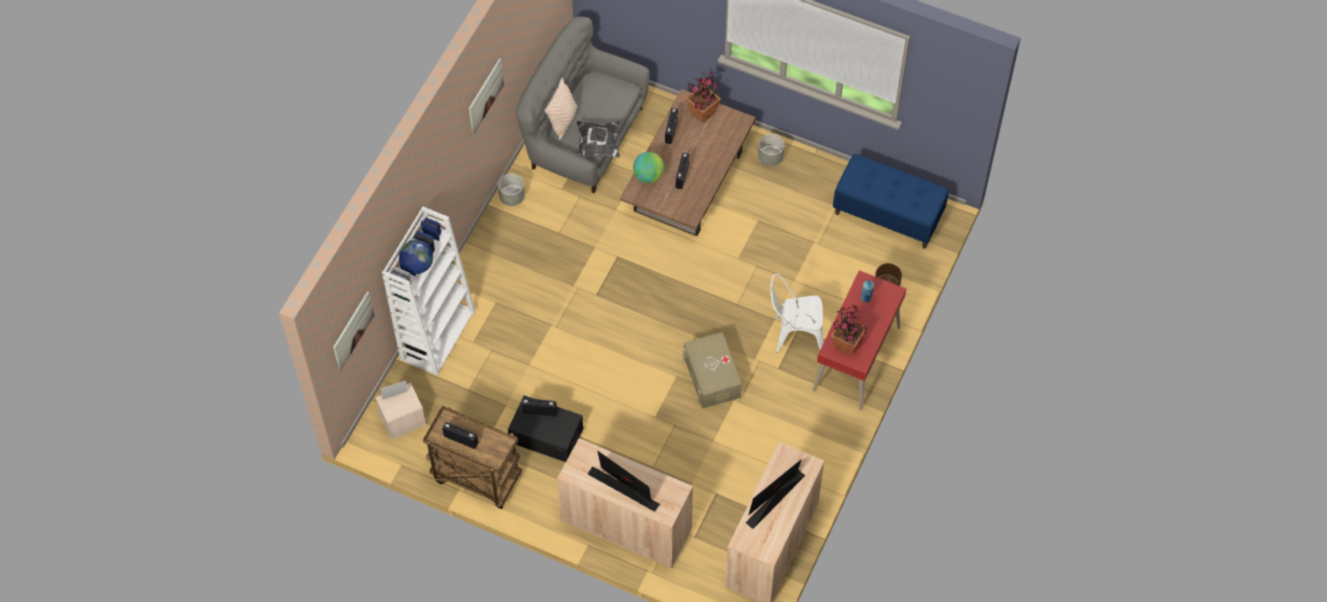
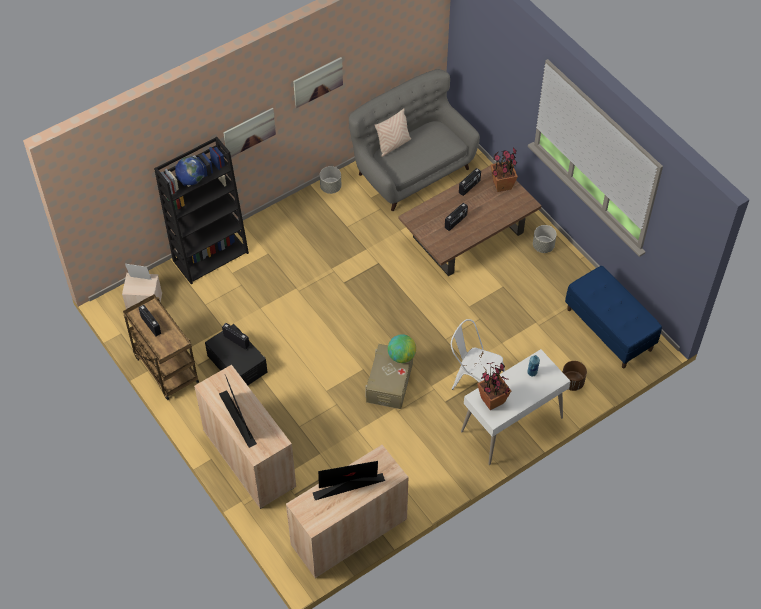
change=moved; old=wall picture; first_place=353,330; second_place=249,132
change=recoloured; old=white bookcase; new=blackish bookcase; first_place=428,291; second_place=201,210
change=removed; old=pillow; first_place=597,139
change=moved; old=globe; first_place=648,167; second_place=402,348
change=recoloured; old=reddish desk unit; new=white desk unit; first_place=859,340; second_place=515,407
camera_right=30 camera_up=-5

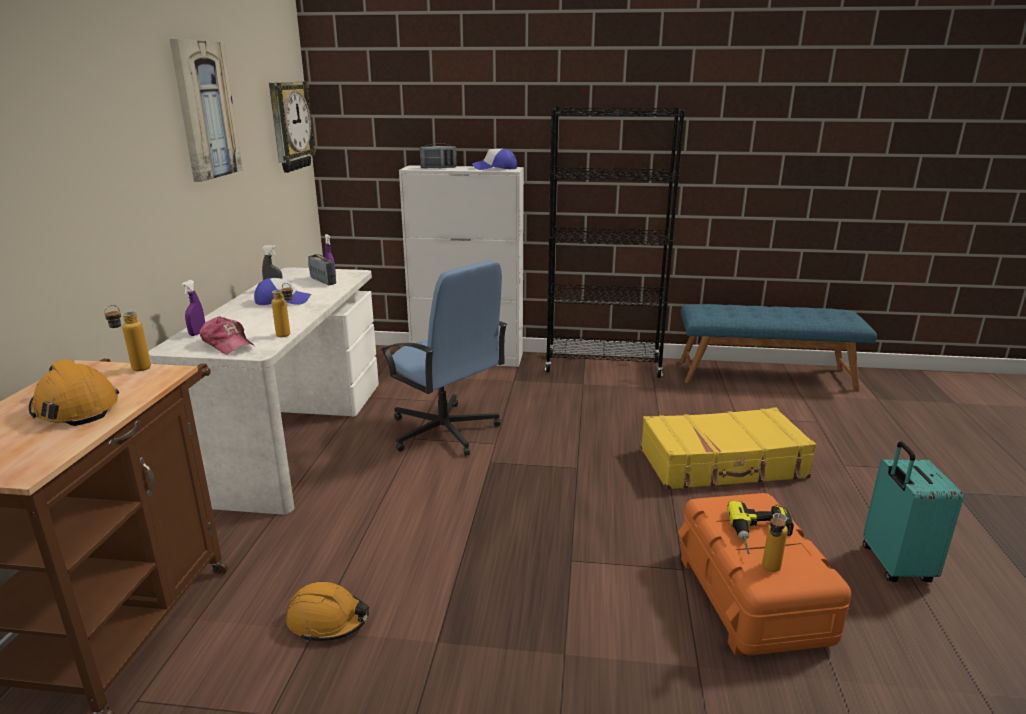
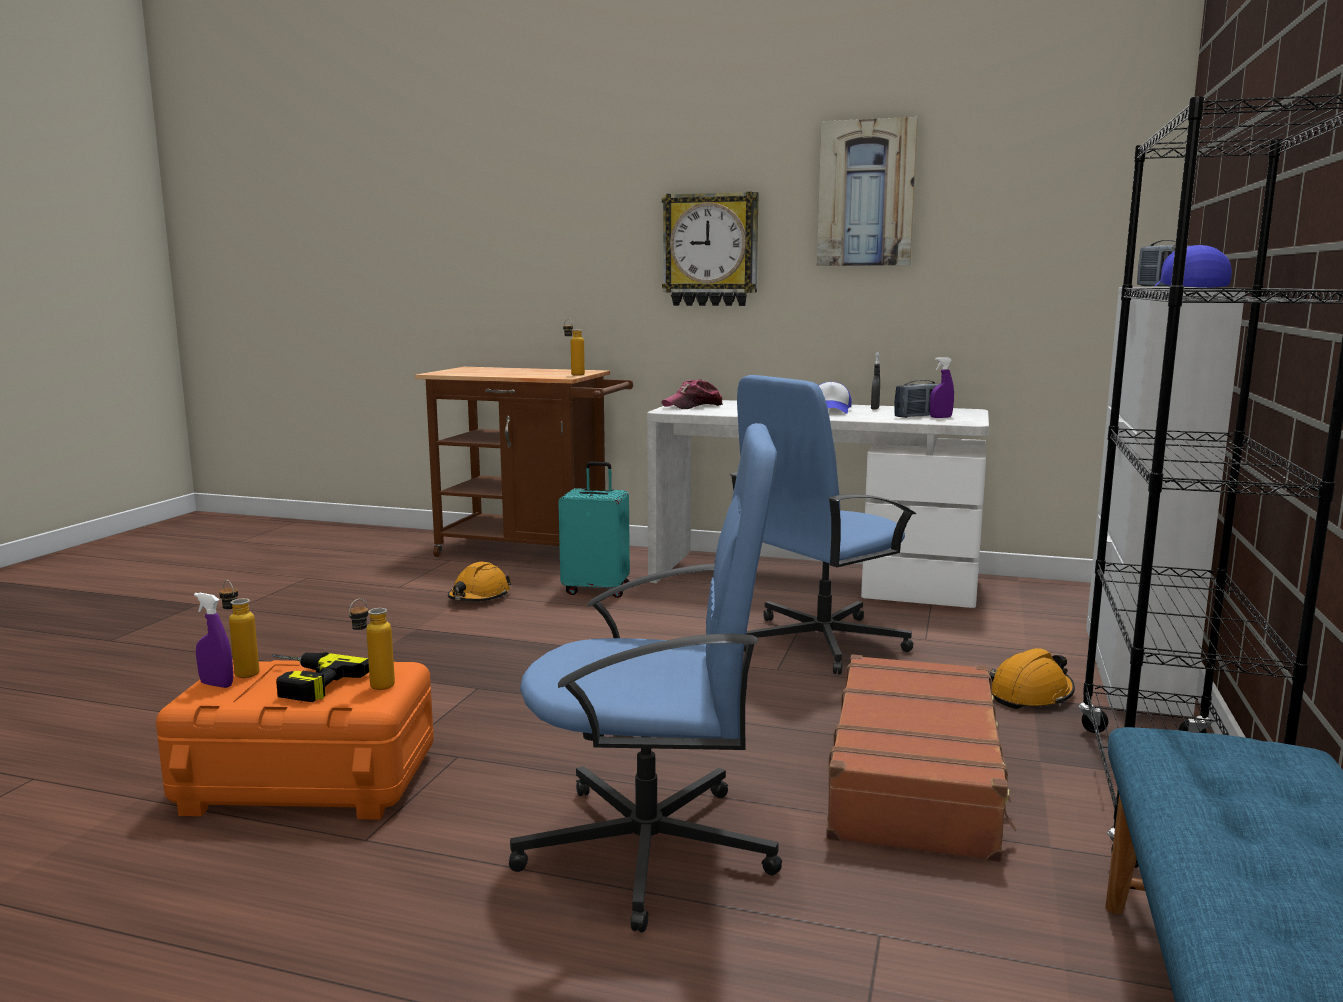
change=moved; old=orangey work helmet; first_place=74,392; second_place=1032,678
change=moved; old=purple-coloured spray bottle; first_place=193,308; second_place=213,640
change=moved; old=clock on the wall; first_place=292,127; second_place=710,249
change=moved; old=bottle; first_place=282,310; second_place=372,644
change=replaced; old=yellow-coloured travel case; new=blue computer chair; first_place=728,448; second_place=645,678
change=moved; old=turquoise travel case; first_place=913,511; second_place=594,530
change=added; new=brown-coloured travel case; second_place=921,758
camera_right=100 camera_up=-10

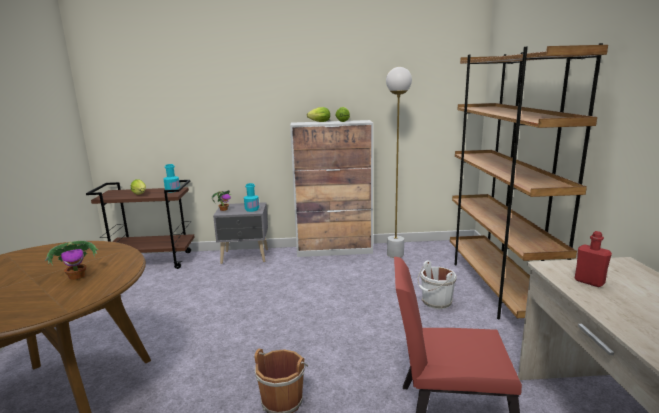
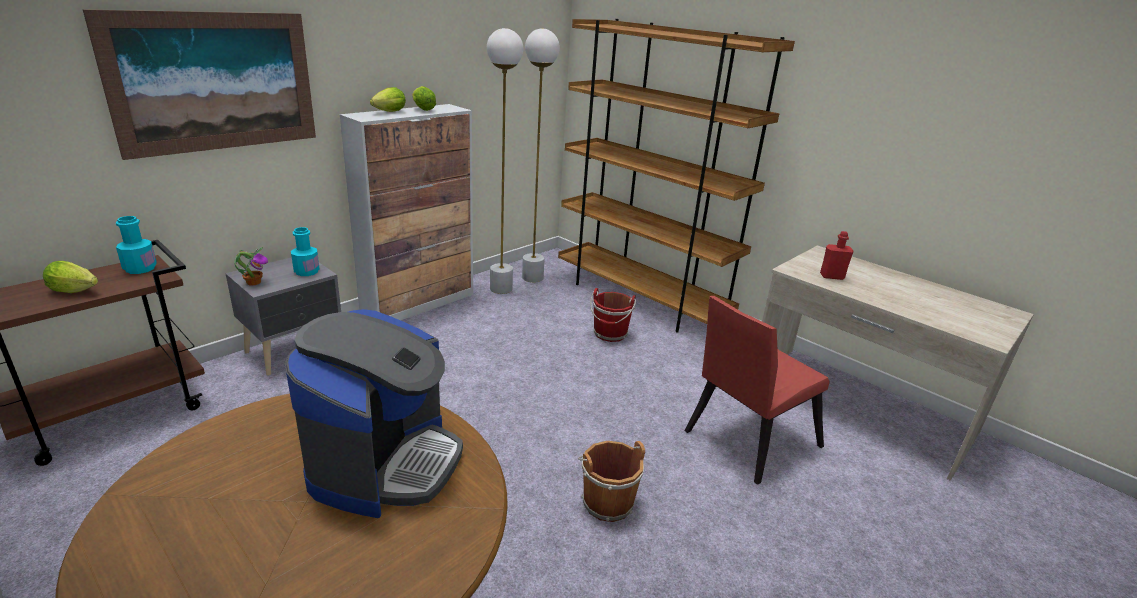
change=replaced; old=plant in a pot; new=coffee brewer; first_place=72,260; second_place=374,413
change=recoloured; old=white pail; new=reddish pail; first_place=437,284; second_place=613,315
change=added; new=wall picture; second_place=199,84
change=added; new=white floor lamp; second_place=541,156
camera_right=-45 camera_up=10

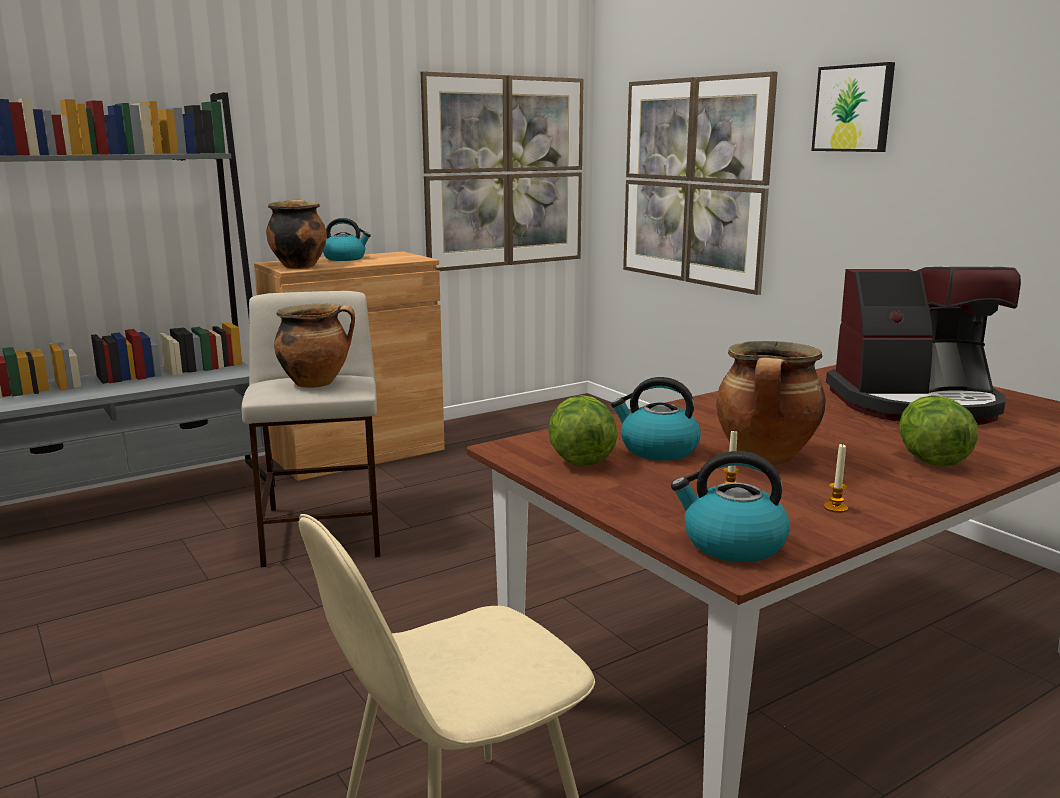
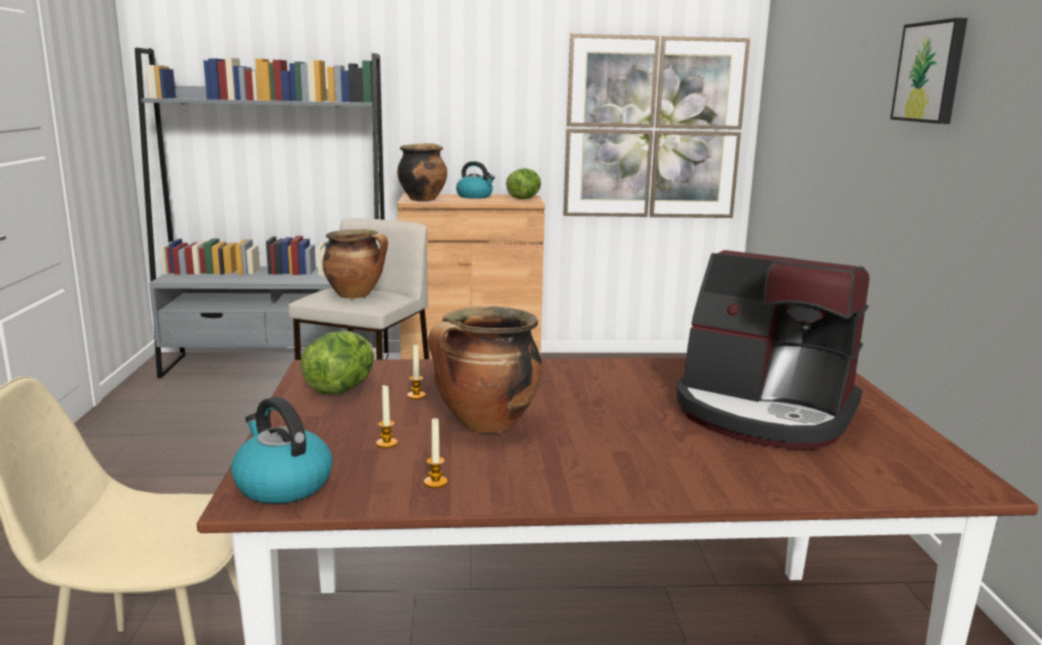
change=replaced; old=water kettle; new=wax candle; first_place=656,419; second_place=416,371
change=removed; old=wall picture; first_place=700,183
change=moved; old=lettuce; first_place=938,431; second_place=523,183
camera_right=30 camera_up=0

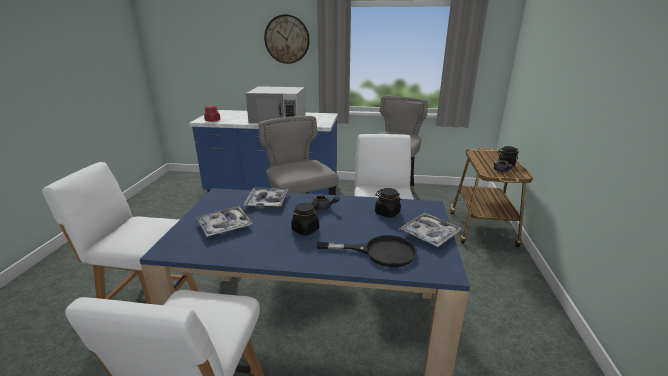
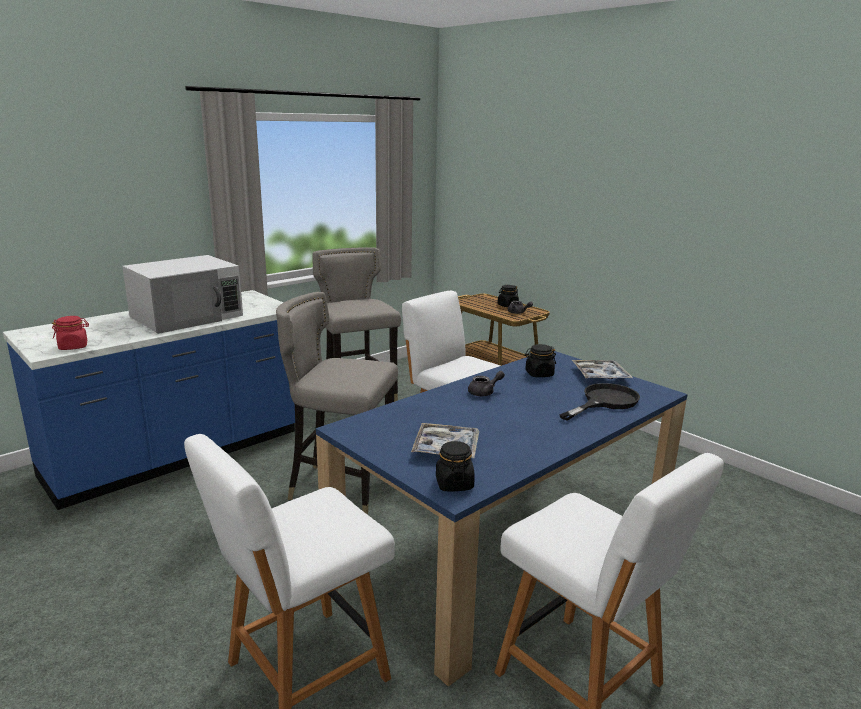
change=removed; old=serving tray; first_place=266,197
change=removed; old=clock on the wall; first_place=287,39
change=moved; old=blackish storage jar; first_place=305,219; second_place=455,466
camera_right=-50 camera_up=-5

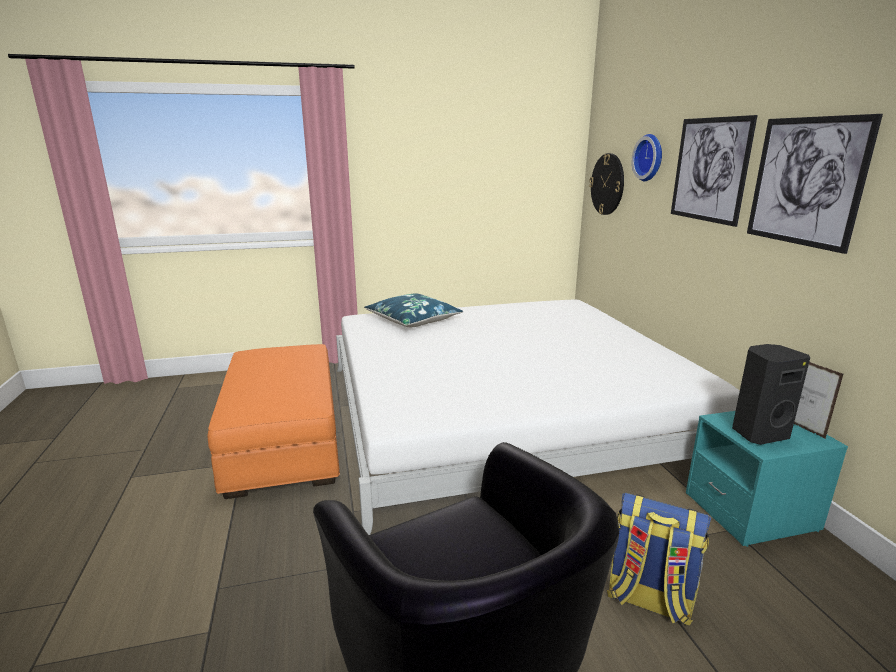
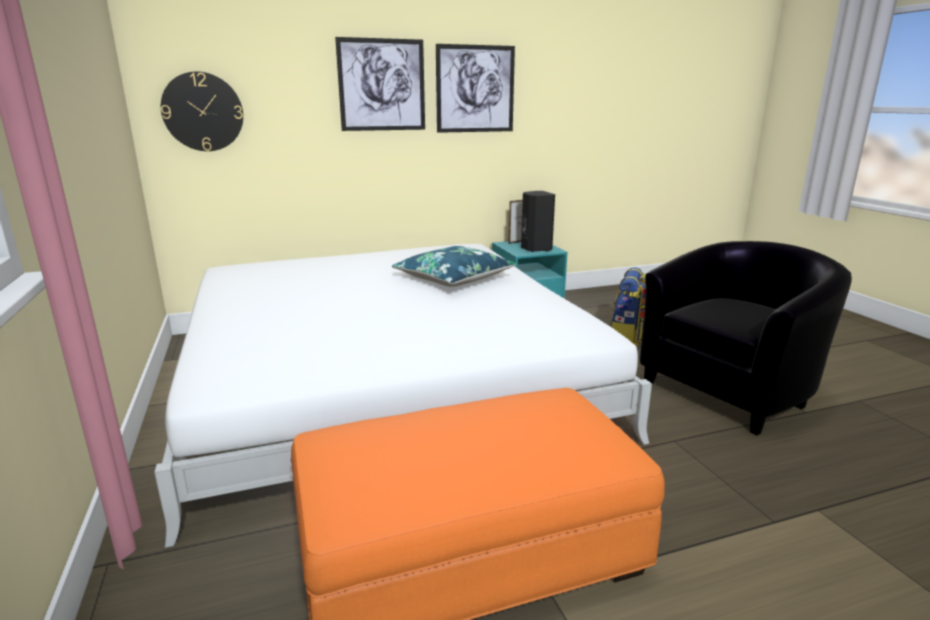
change=moved; old=blue pillow; first_place=413,310; second_place=454,266
change=removed; old=clock on the wall; first_place=647,157
camera_right=-95 camera_up=0

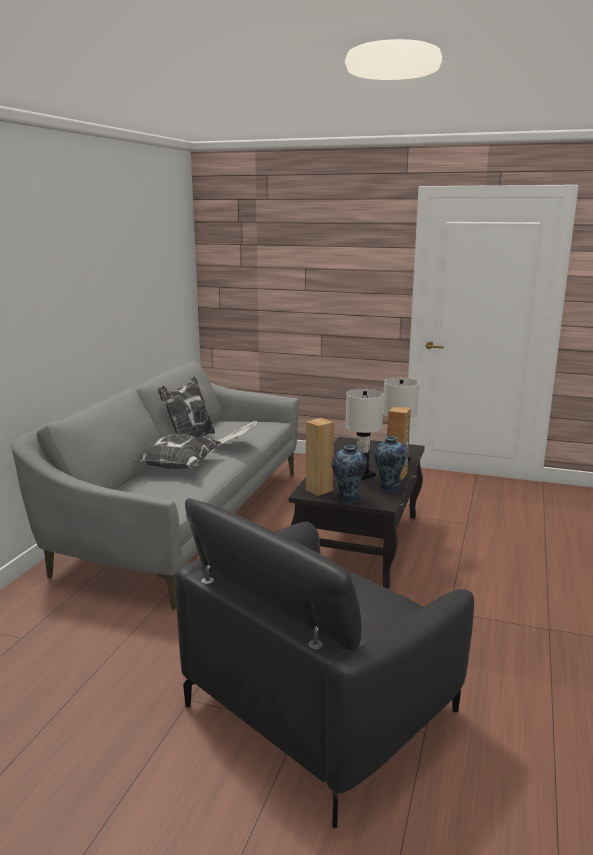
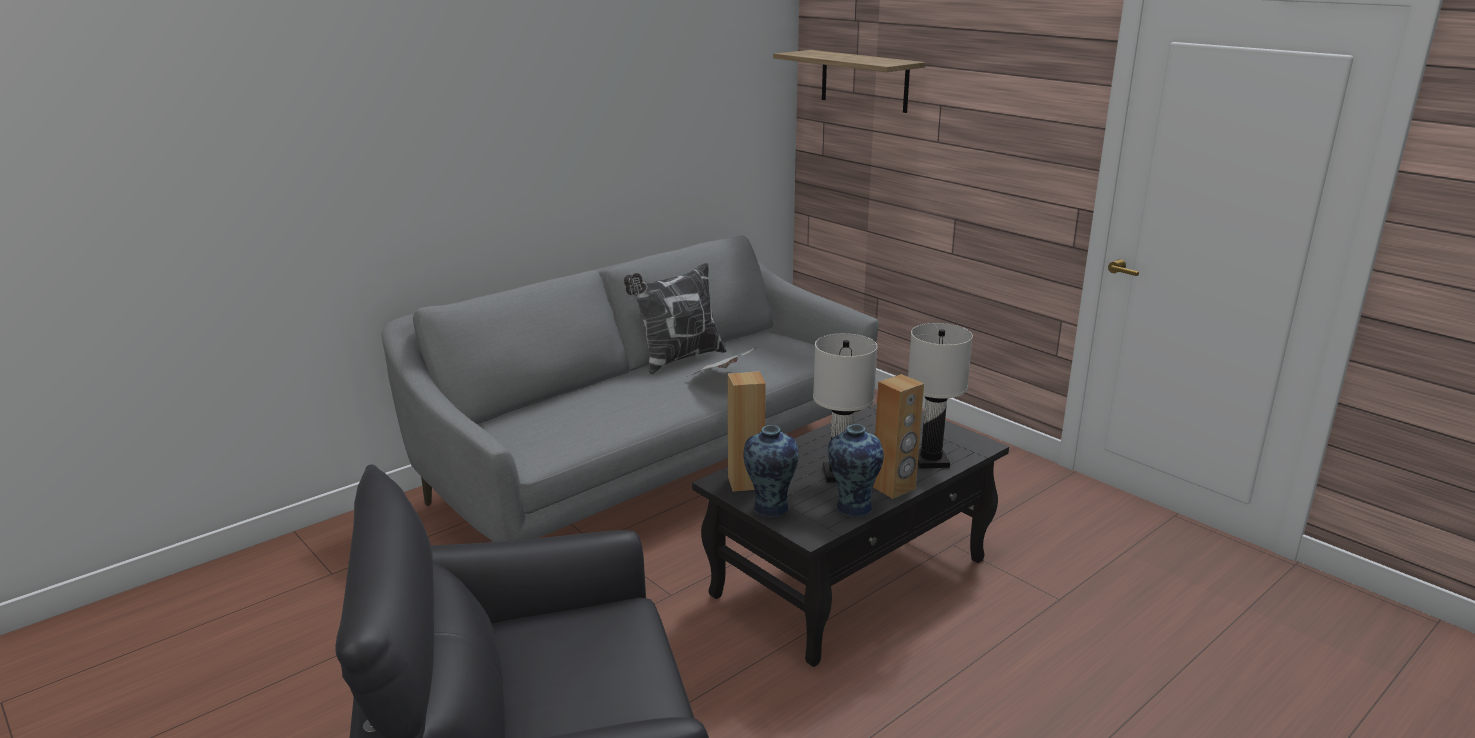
change=removed; old=pillow; first_place=177,451
change=added; new=wall shelf; second_place=849,81
camera_right=30 camera_up=5

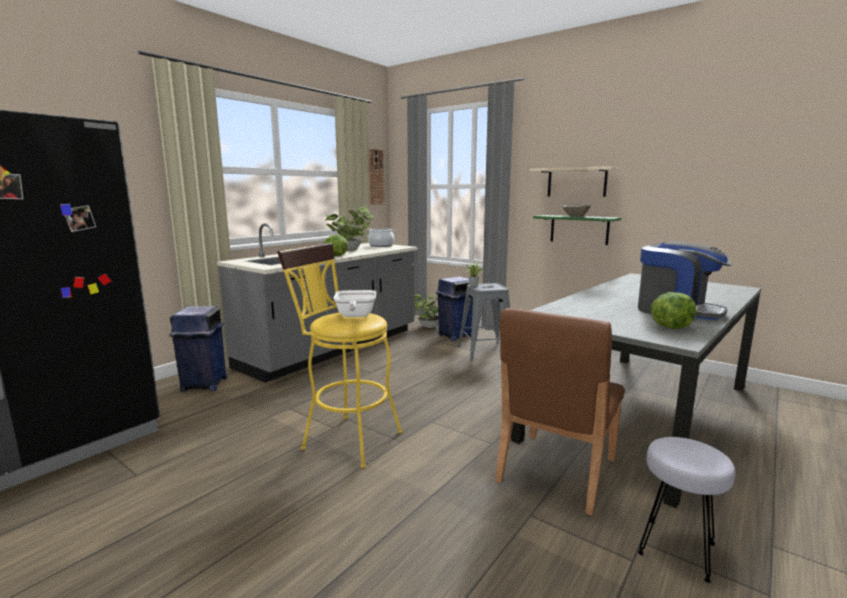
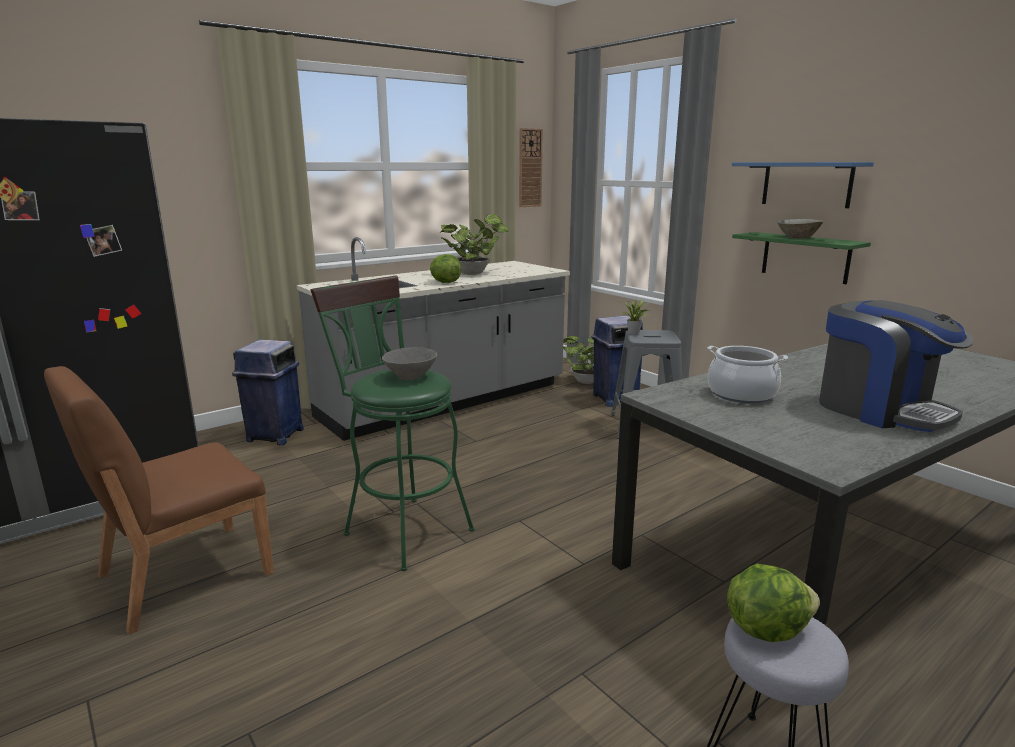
change=recoloured; old=yellow-coloured stool seat; new=green-coloured stool seat; first_place=339,355; second_place=392,423
change=replaced; old=pan; new=gray serving bowl; first_place=354,303; second_place=409,363
change=moved; old=cooking pot; first_place=381,237; second_place=747,374
change=moved; old=brown-coloured upright chair; first_place=560,412; second_place=159,500
change=recoloured; old=beige wall shelf; new=blue wall shelf; first_place=574,181; second_place=803,185
change=moved; old=lettuce; first_place=674,310; second_place=773,603
camera_right=15 camera_up=5

